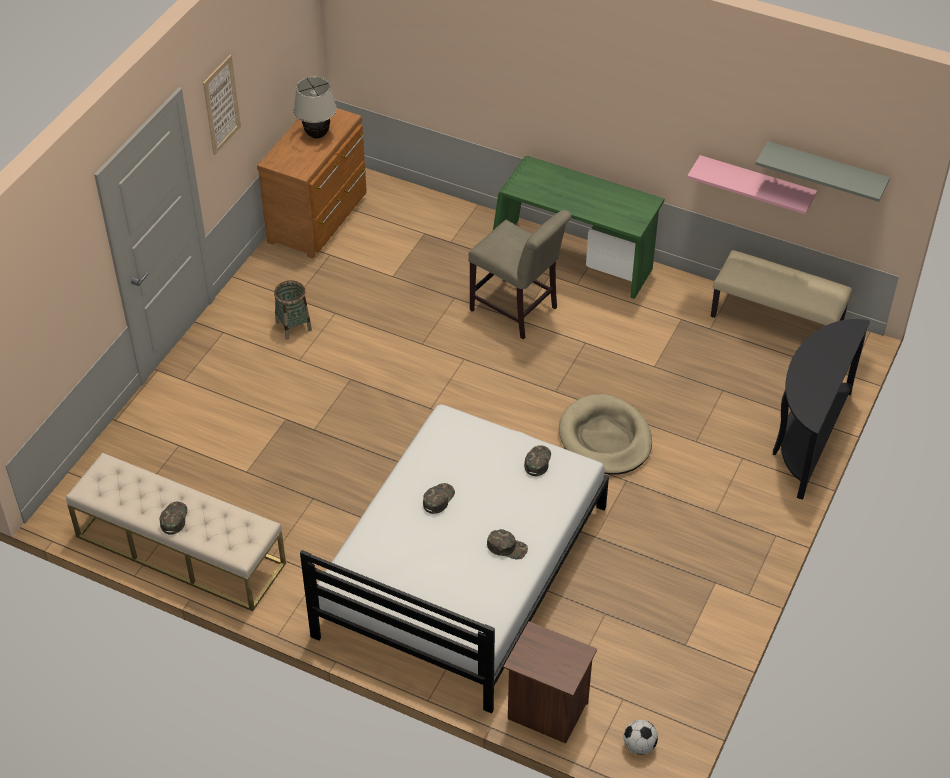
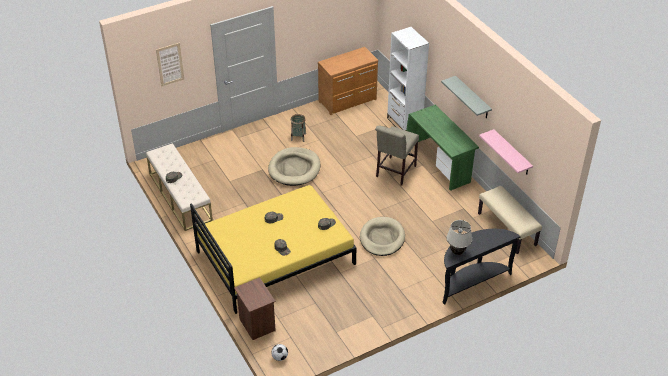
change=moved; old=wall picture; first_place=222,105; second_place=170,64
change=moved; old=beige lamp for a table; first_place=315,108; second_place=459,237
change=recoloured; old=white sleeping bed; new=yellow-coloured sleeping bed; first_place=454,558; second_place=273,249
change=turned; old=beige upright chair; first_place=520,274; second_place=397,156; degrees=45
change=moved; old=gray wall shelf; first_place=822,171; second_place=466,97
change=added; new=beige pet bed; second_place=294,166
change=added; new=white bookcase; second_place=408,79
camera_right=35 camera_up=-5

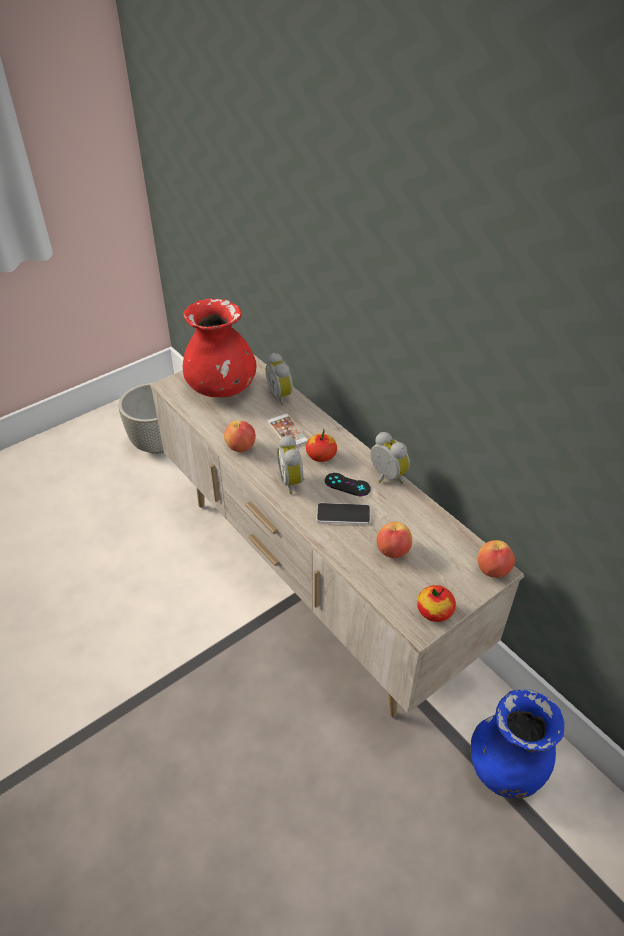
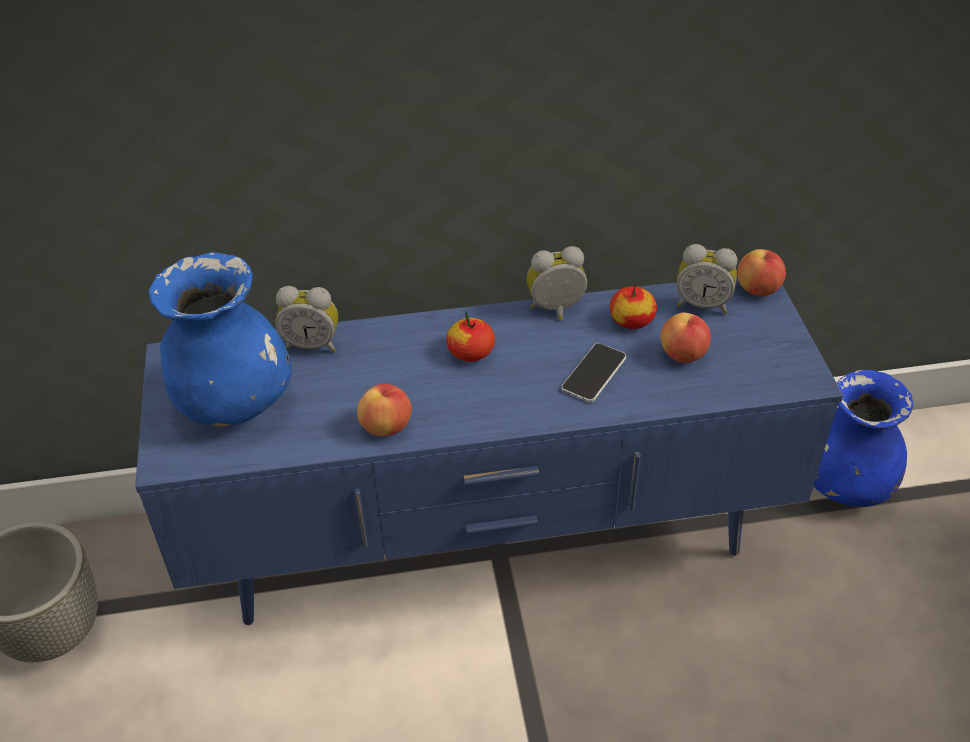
change=recoloured; old=beige media console; new=blue media console; first_place=337,535; second_place=489,450
change=recoloured; old=reddish flower vase; new=blue flower vase; first_place=219,347; second_place=220,339
change=removed; old=handset; first_place=287,430
change=moved; old=table clock; first_place=290,464; second_place=707,279
change=removed; old=blackish game controller; first_place=348,484
change=moved; old=whole apple; first_place=436,603; second_place=633,306
camera_right=-60 camera_up=0

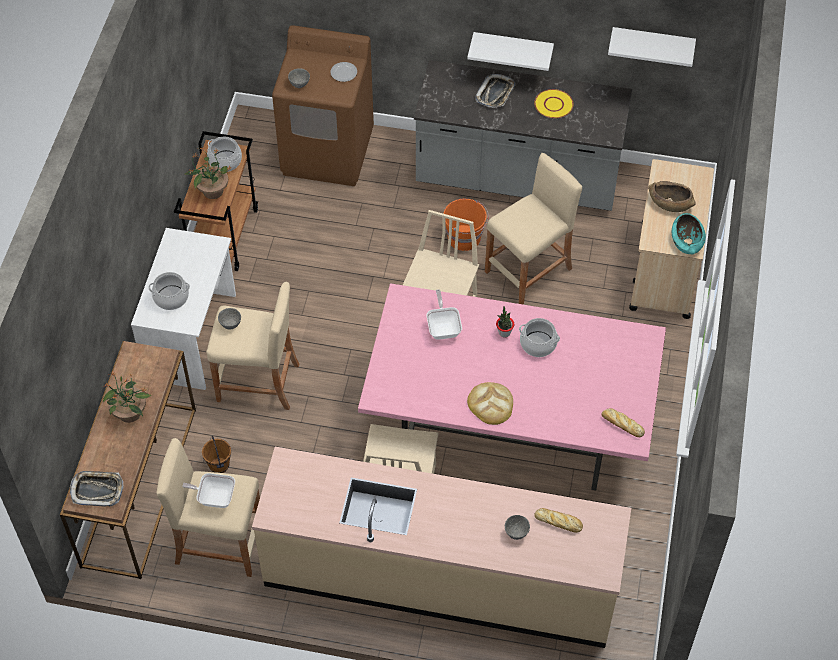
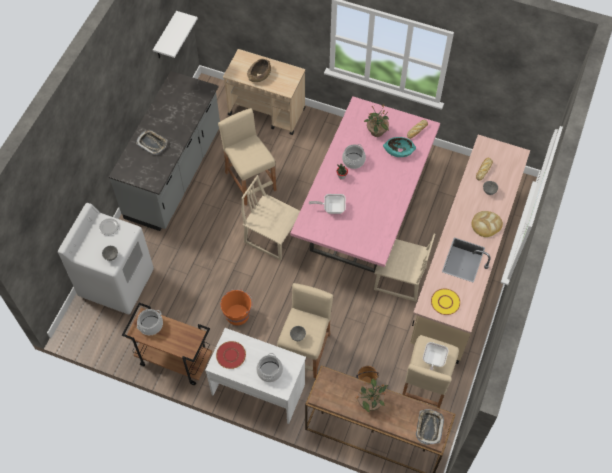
change=moved; old=plant in a pot; first_place=208,173; second_place=376,120
change=recoloured; old=brown-coloured laundry appliance; new=white laundry appliance; first_place=323,105; second_place=106,258
change=moved; old=orangey pail; first_place=466,225; second_place=237,307
change=removed; old=white wall shelf; first_place=510,51
change=moved; old=bakery bread; first_place=490,403; second_place=487,224
change=moved; old=yellow-coloured plate; first_place=553,103; second_place=445,302
change=moved; old=turquoise serving bowl; first_place=689,233; second_place=399,147
change=added; new=reddish plate; second_place=231,355
camera_right=-80 camera_up=5

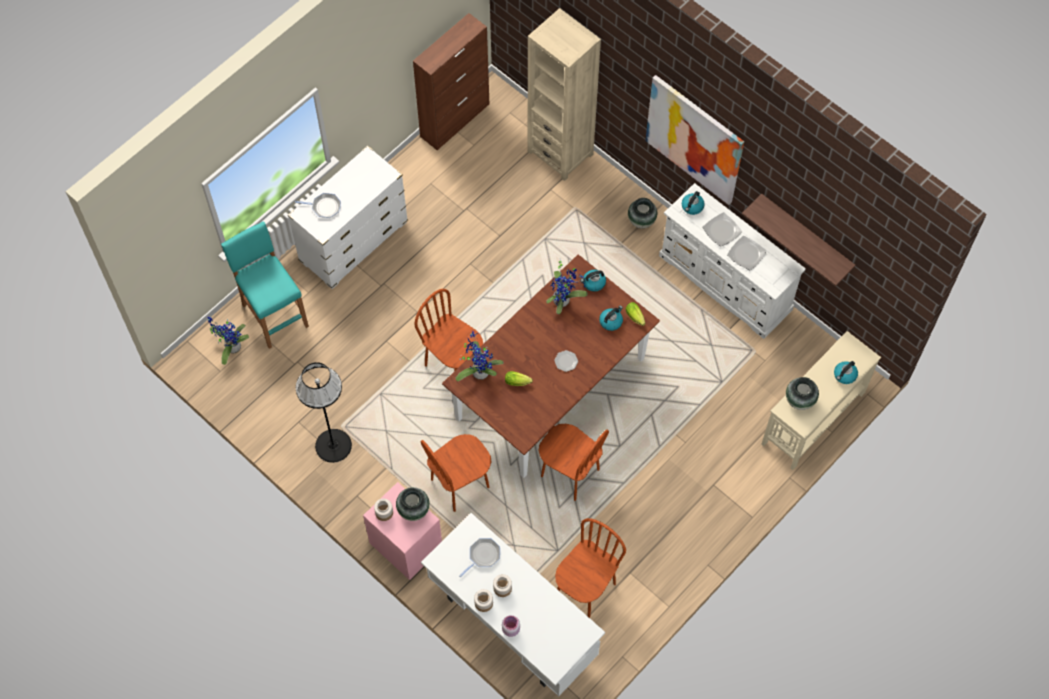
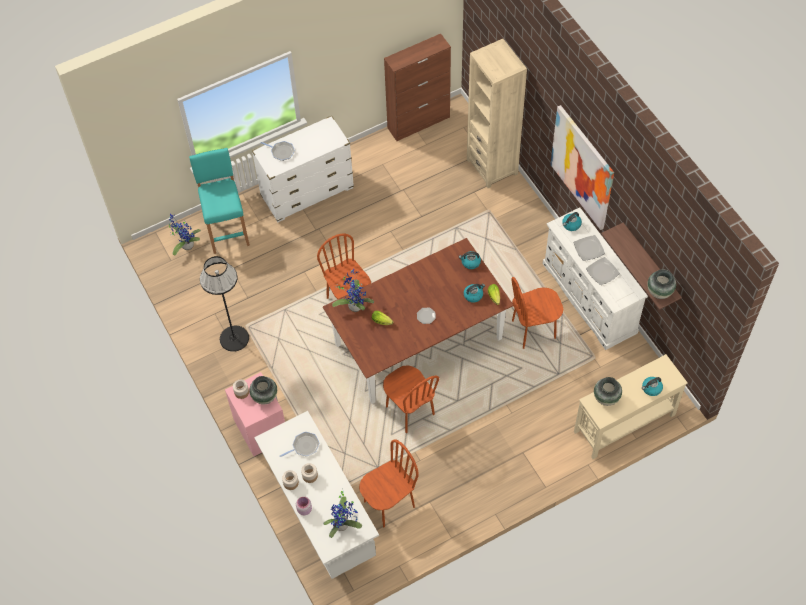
change=moved; old=brown-coloured upright chair; first_place=456,473; second_place=537,313
change=moved; old=plant in a pot; first_place=567,287; second_place=342,514
change=moved; old=flower vase; first_place=642,213; second_place=661,284
camera_right=20 camera_up=-5

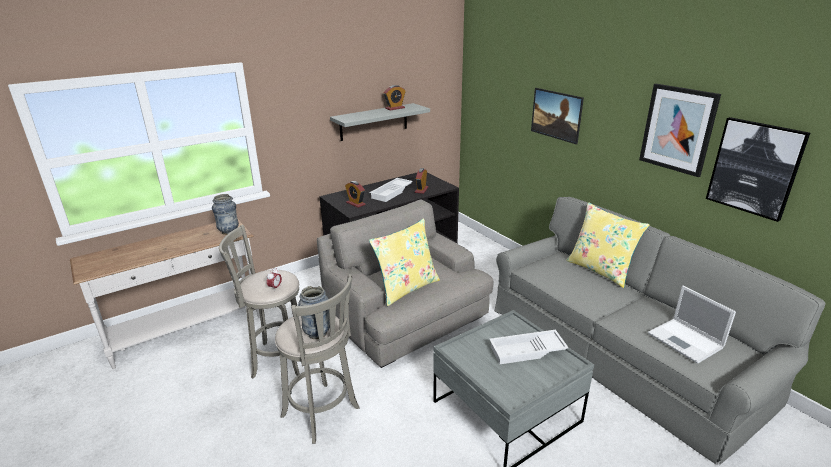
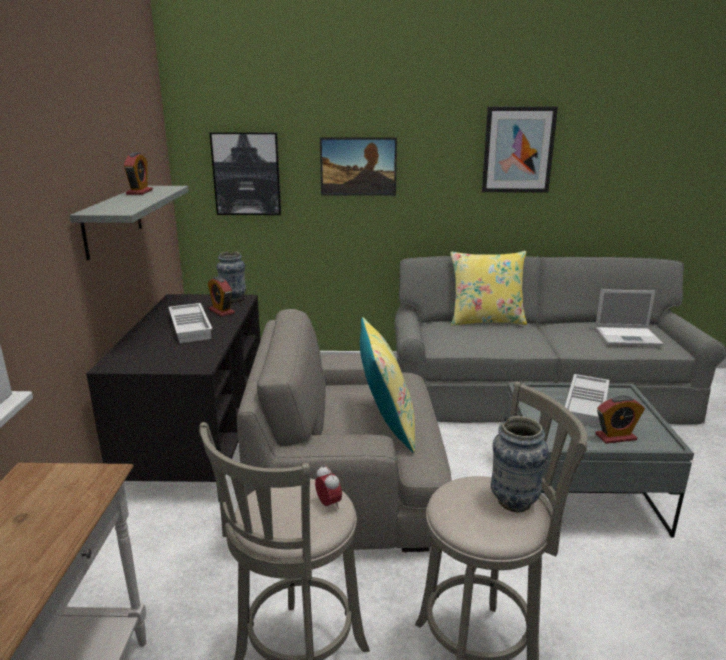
change=moved; old=flower vase; first_place=225,214; second_place=231,276
change=moved; old=table clock; first_place=355,194; second_place=620,419
change=moved; old=wall picture; first_place=758,169; second_place=245,173
camera_right=-55 camera_up=-5

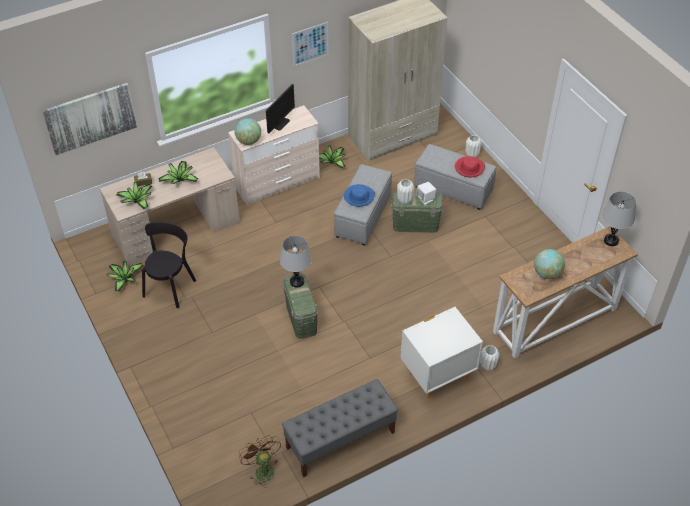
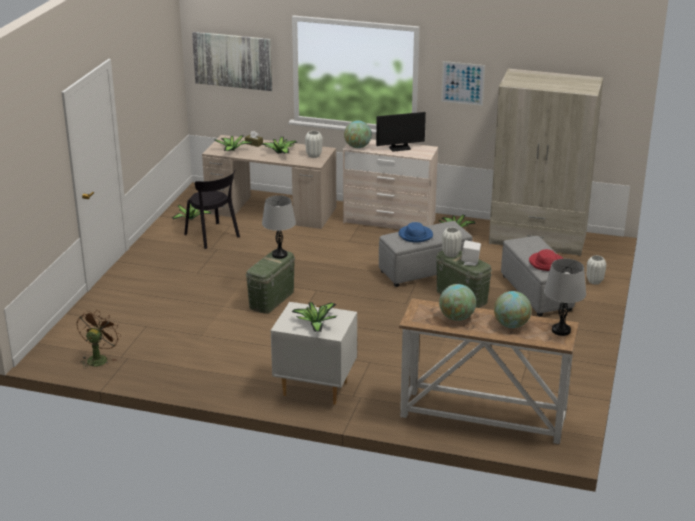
change=turned; old=blackish upright chair; first_place=169,265; second_place=212,209; degrees=75
change=removed; old=gray bench; first_place=340,428
change=moved; old=white flower vase; first_place=490,358; second_place=314,144
change=added; new=plant in a pot; second_place=314,317
change=added; new=globe; second_place=513,309
camera_right=45 camera_up=-20

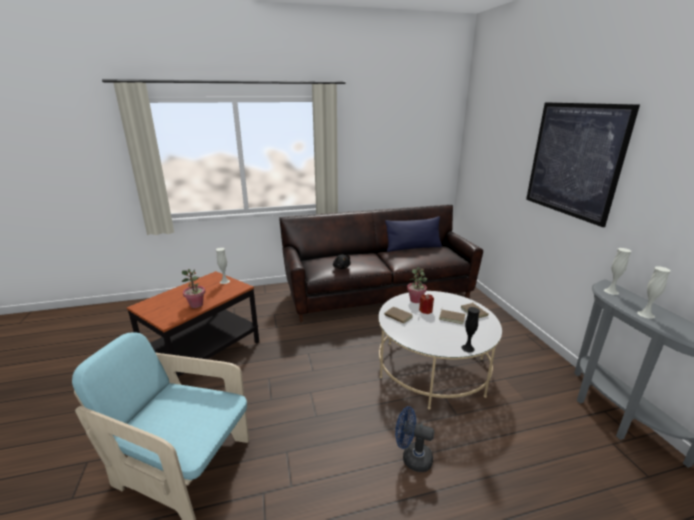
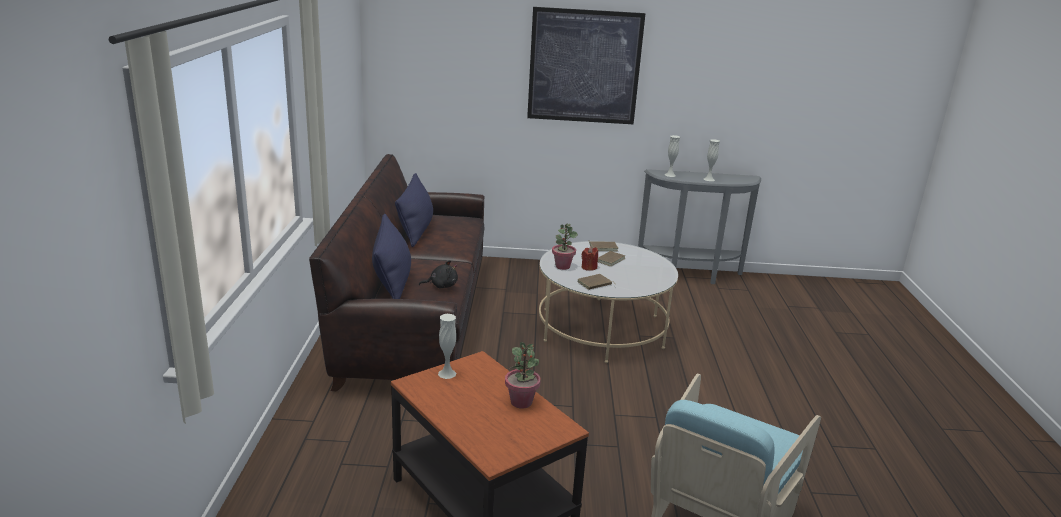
change=removed; old=blue electric fan; first_place=414,439
change=removed; old=blackish flower vase; first_place=470,330
change=added; new=blue pillow; second_place=391,256
camera_right=-75 camera_up=0

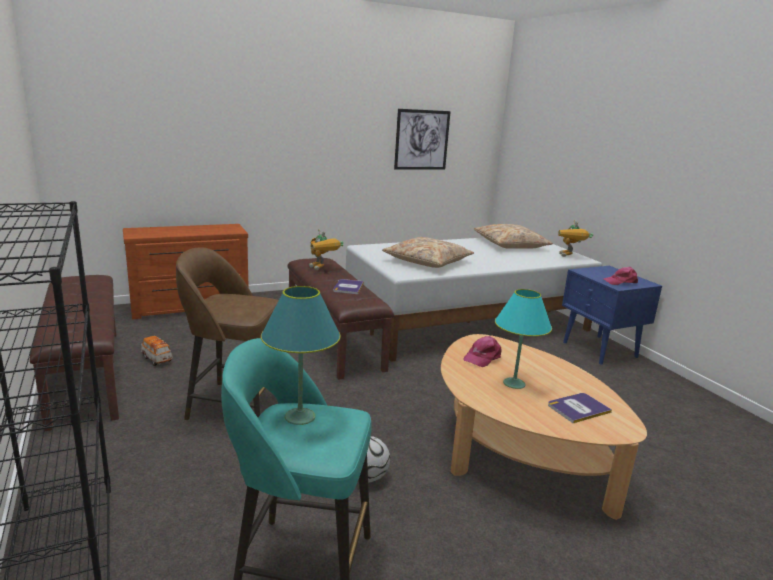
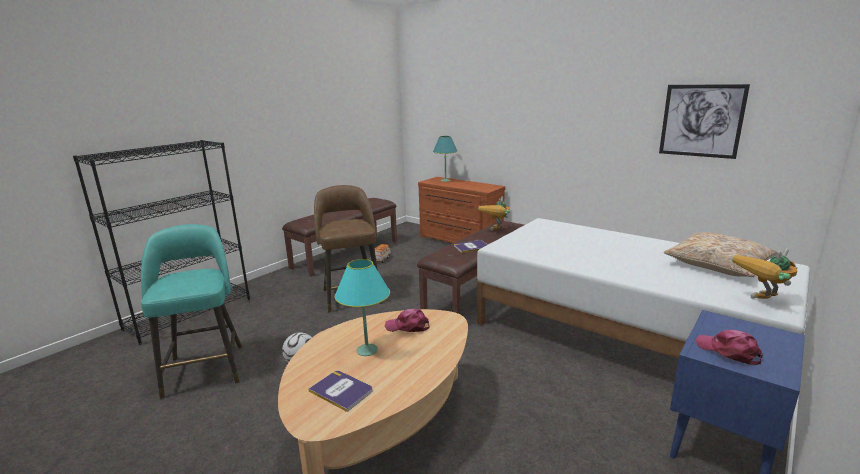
change=moved; old=turquoise lamp for a table; first_place=301,355; second_place=445,159
change=removed; old=beige pillow; first_place=428,252
camera_right=65 camera_up=0

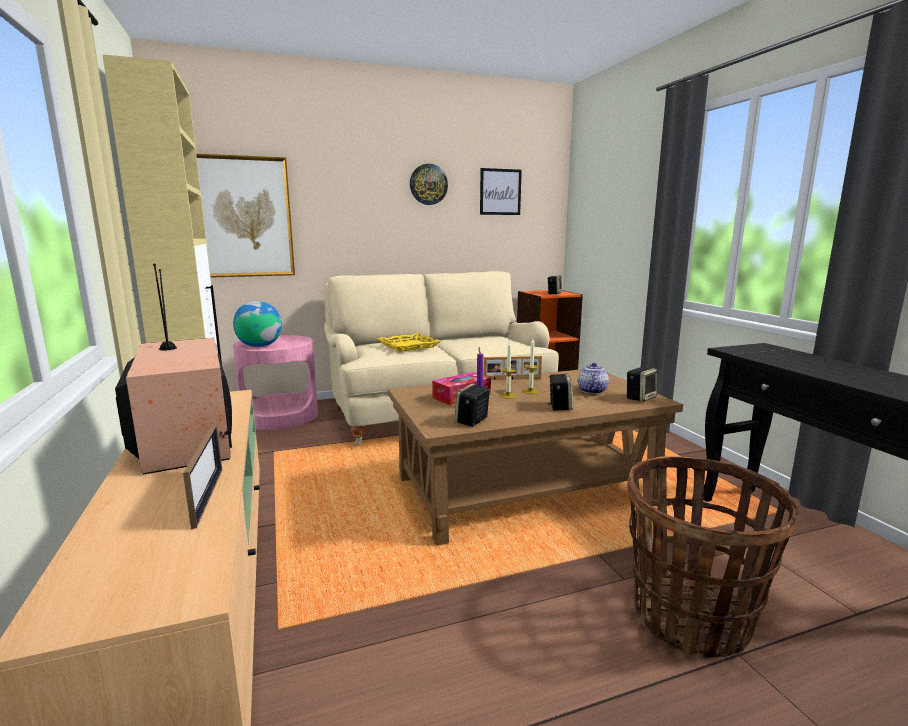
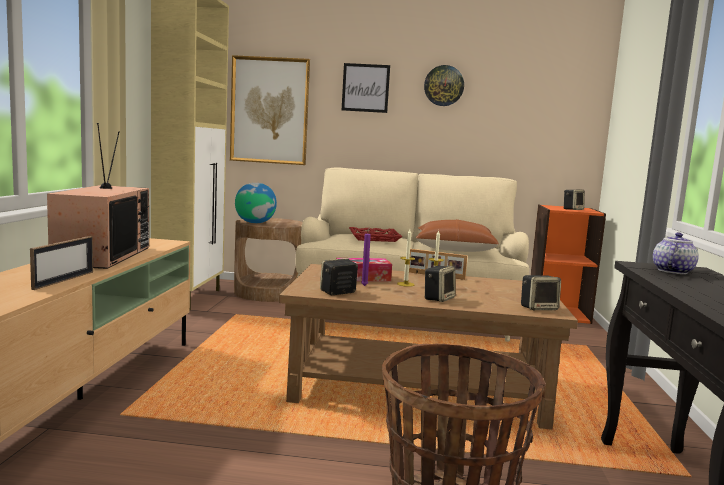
change=recoloured; old=pink-coloured accent table; new=brown-coloured accent table; first_place=275,382; second_place=268,260
change=recoloured; old=yellow-coloured serving tray; new=reddish serving tray; first_place=409,342; second_place=376,234
change=moved; old=wall picture; first_place=501,191; second_place=366,88
change=moved; old=teapot; first_place=593,378; second_place=676,253
change=added; new=brown-coloured pillow; second_place=457,235
camera_right=25 camera_up=-5

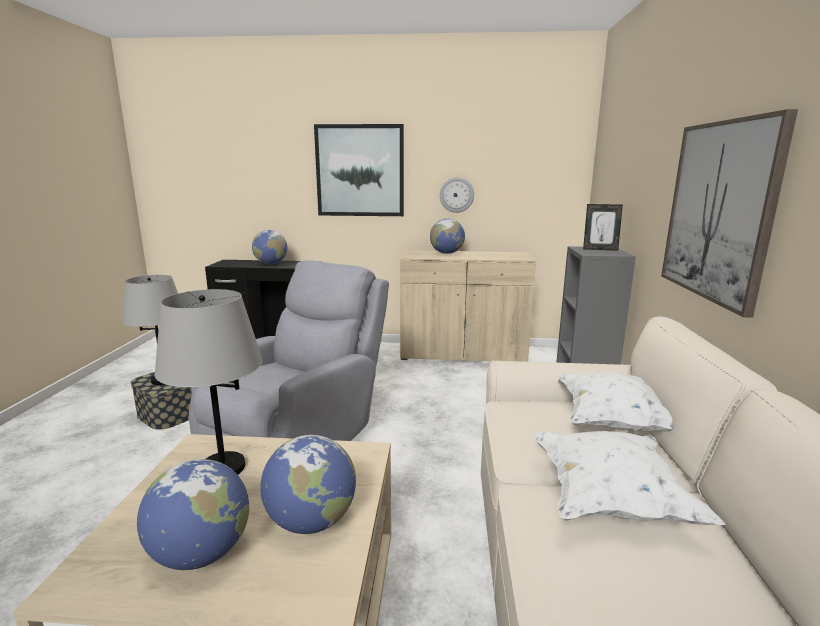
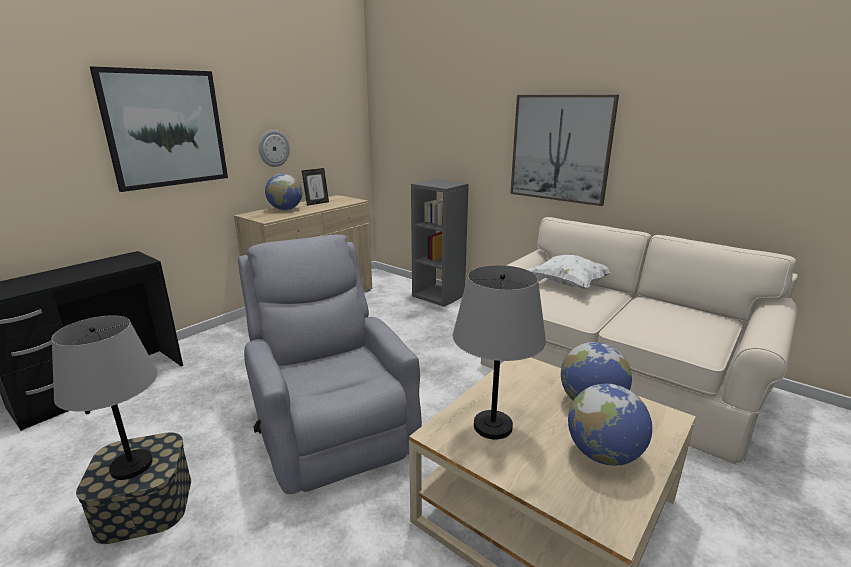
change=removed; old=globe; first_place=269,247
change=removed; old=white pillow; first_place=629,478
change=moved; old=picture frame; first_place=603,227; second_place=315,187
camera_right=-55 camera_up=5

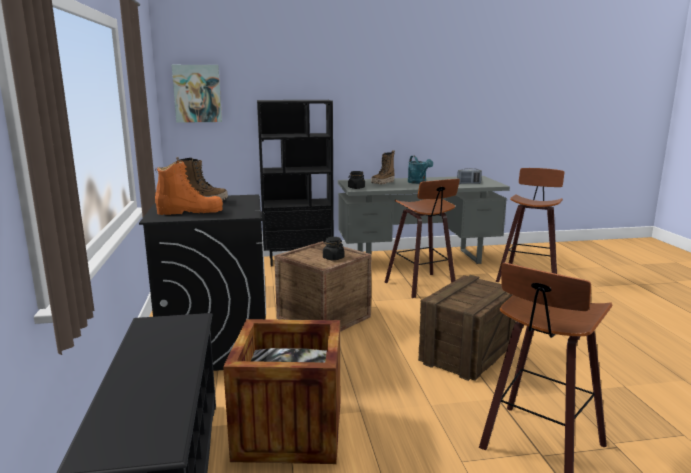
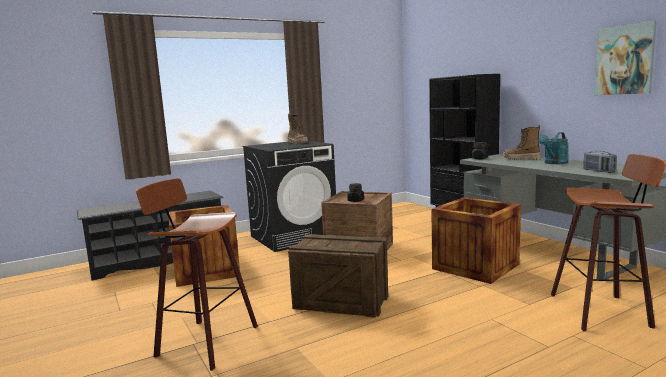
change=removed; old=orangey tall boot; first_place=189,188
change=moved; old=wall picture; first_place=197,94; second_place=625,58
change=replaced; old=stool seat; new=shipping crate; first_place=422,238; second_place=476,240
camera_right=70 camera_up=-5

